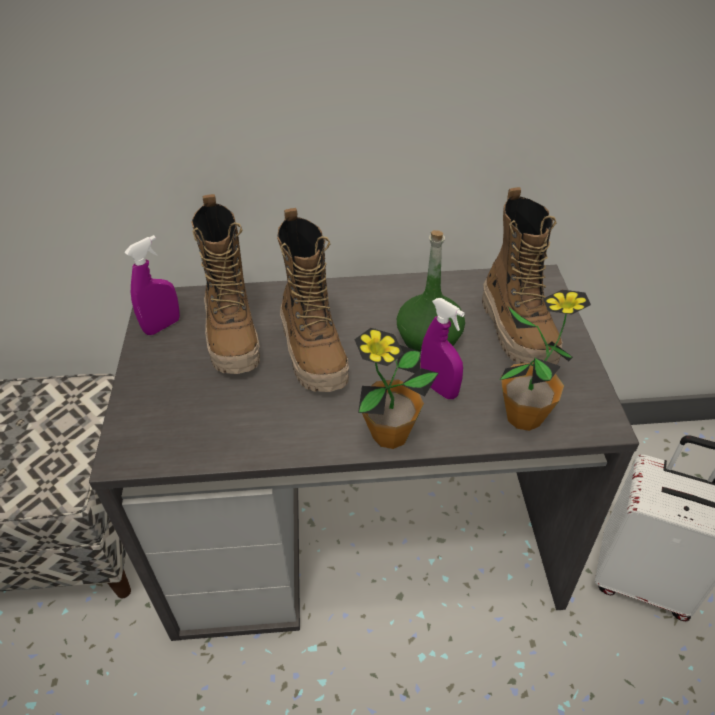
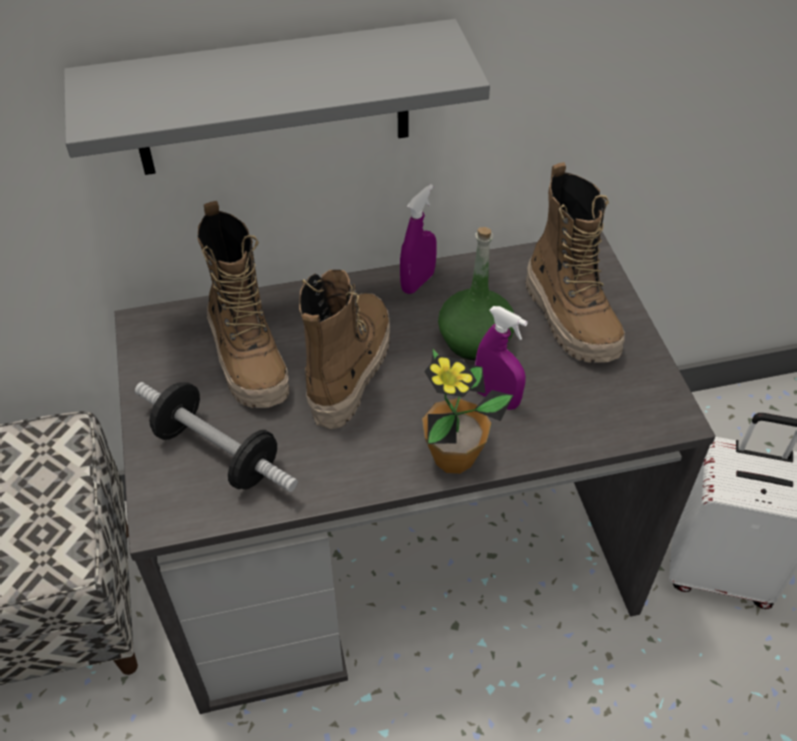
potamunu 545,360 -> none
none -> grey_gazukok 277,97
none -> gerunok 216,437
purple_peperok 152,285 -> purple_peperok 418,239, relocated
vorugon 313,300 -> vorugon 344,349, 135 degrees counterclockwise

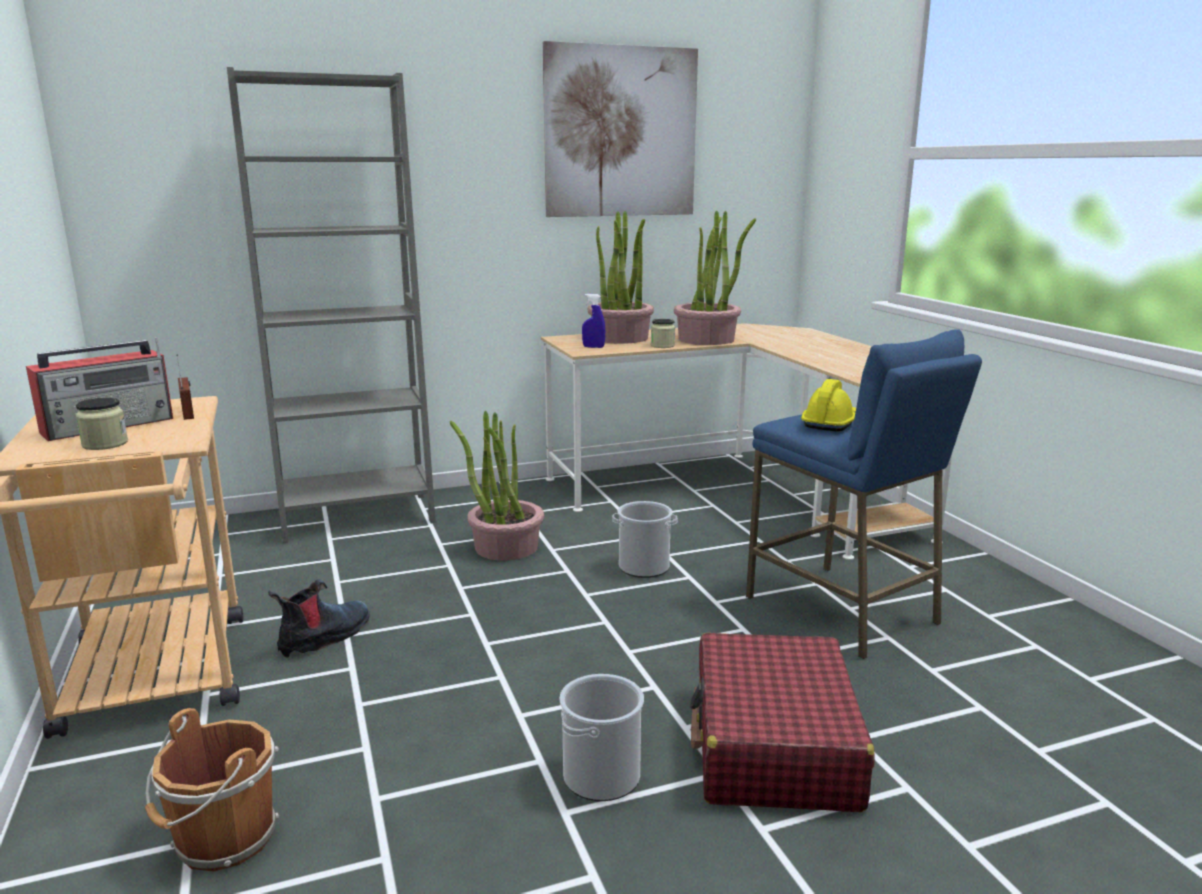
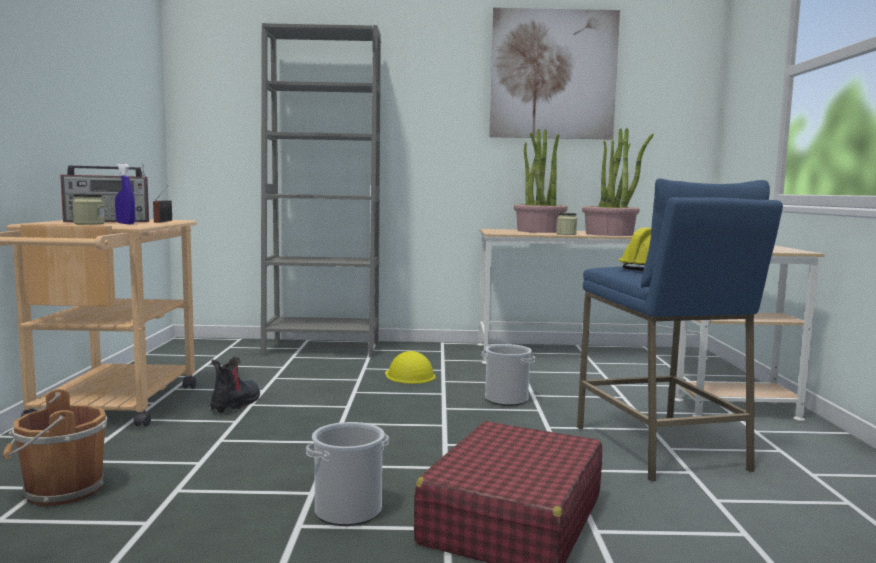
blue_peperok 593,321 -> blue_peperok 125,194, relocated
potamunu 497,485 -> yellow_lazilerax 410,367
vorugon 319,618 -> vorugon 235,385, 45 degrees counterclockwise

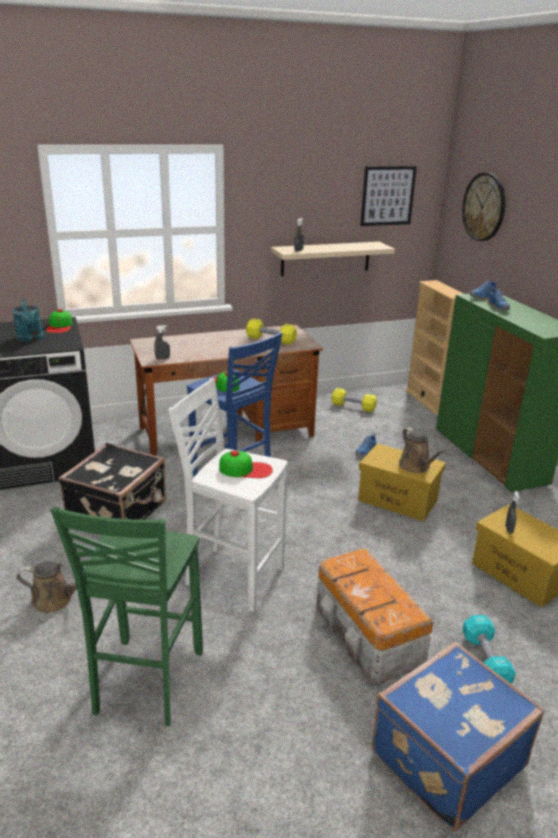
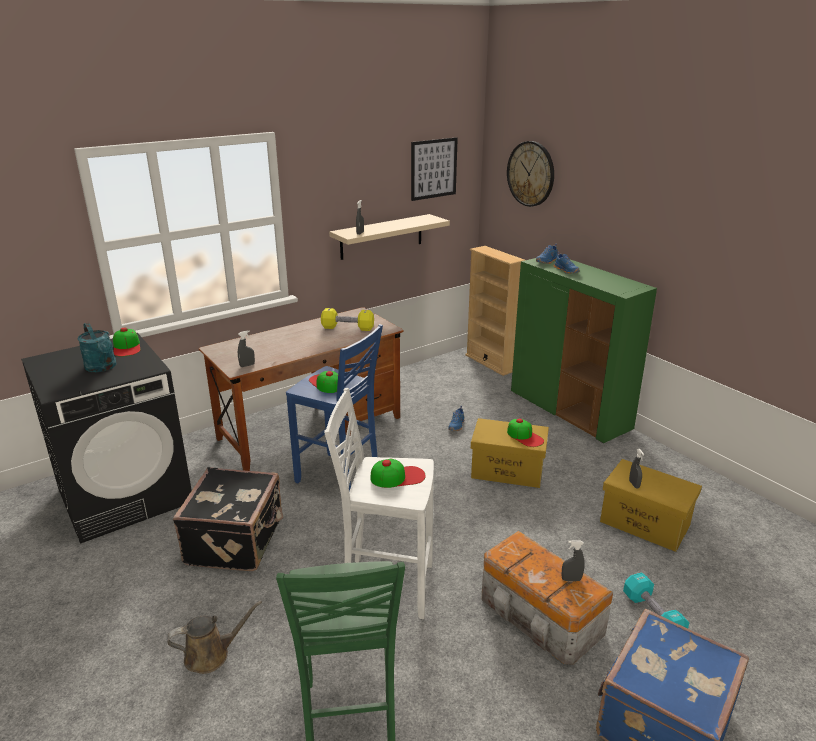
yellow_gerunok 354,400 -> none
none -> grey_peperok 573,560
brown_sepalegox 422,450 -> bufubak 525,432

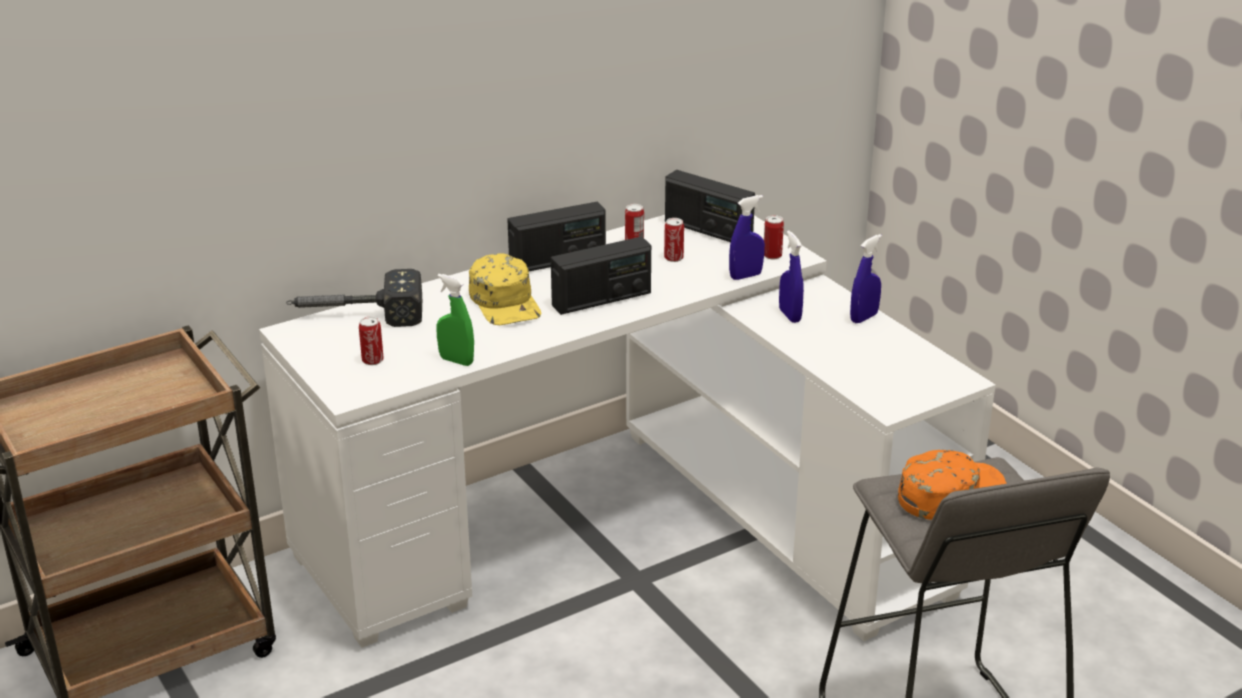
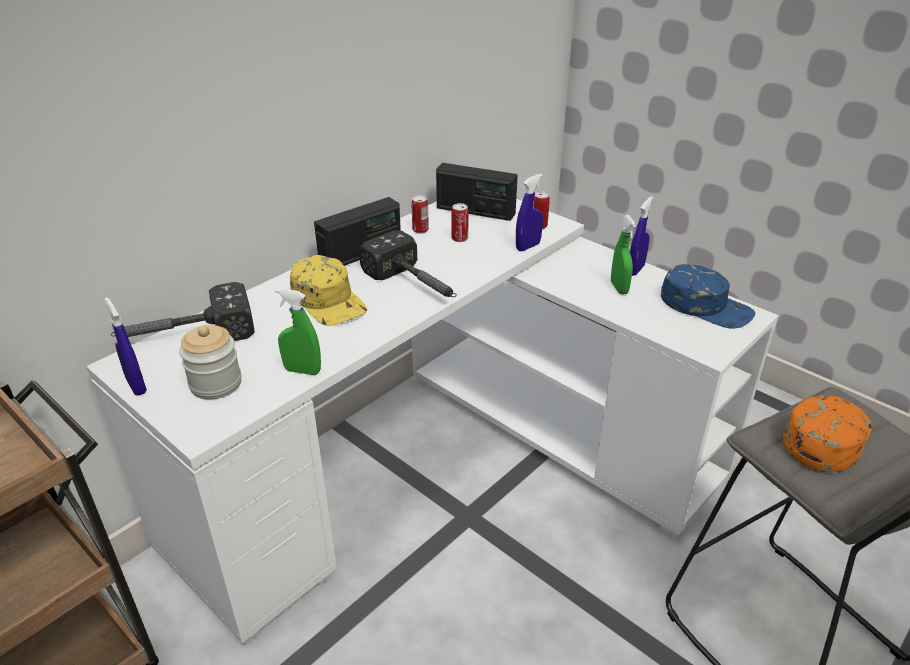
none -> green_peperok 623,255
none -> blue_bufubak 708,296
blue_peperok 791,277 -> blue_peperok 126,346, relocated
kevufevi 371,340 -> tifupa 210,362
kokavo 601,276 -> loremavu 408,263

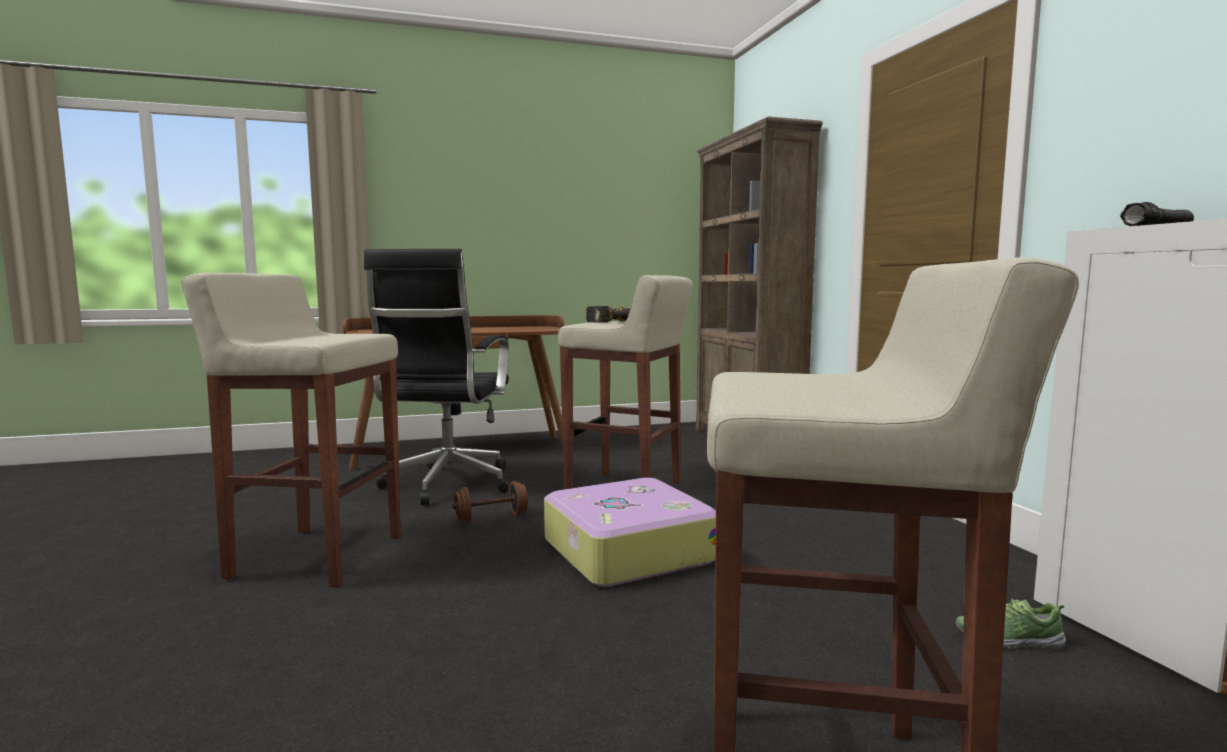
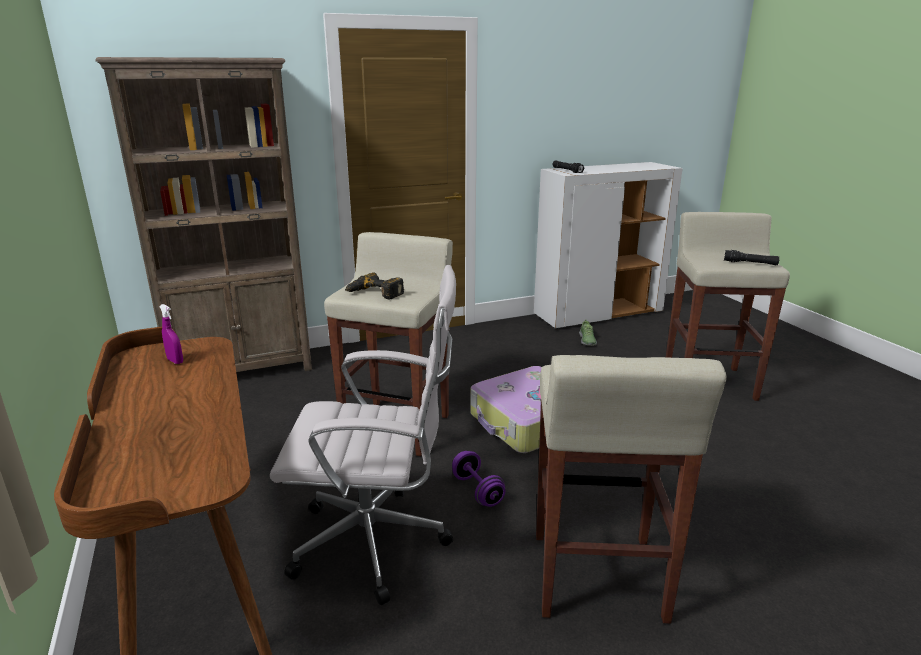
none -> purple_peperok 171,334
none -> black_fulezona 751,257
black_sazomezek 437,377 -> white_sazomezek 363,435
brown_gerunok 490,502 -> purple_gerunok 479,479

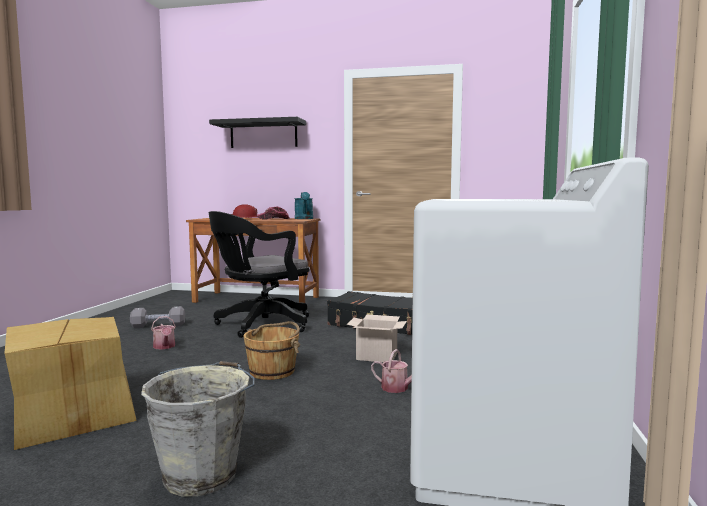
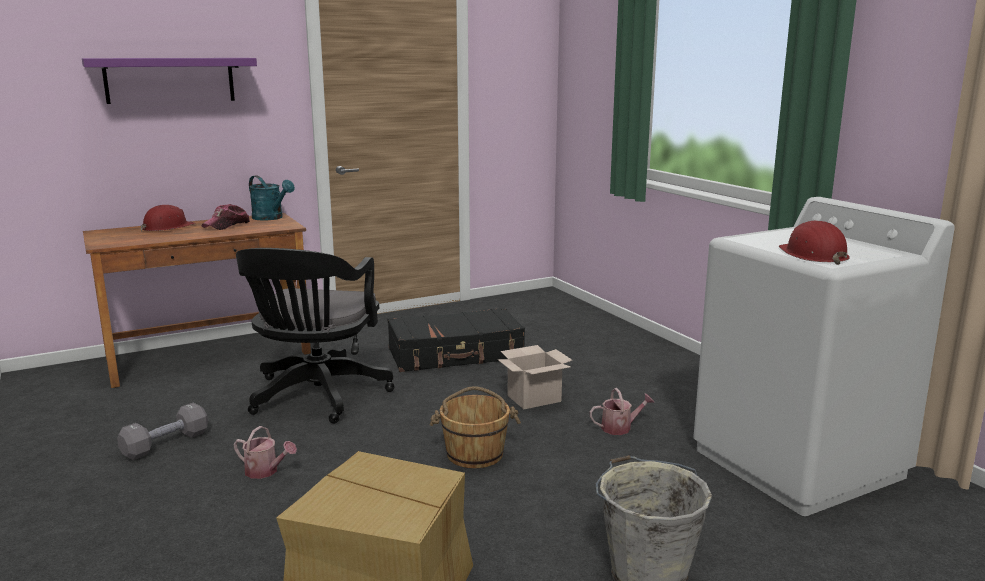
none -> red_lazilerax 814,243
black_gazukok 257,132 -> purple_gazukok 169,81

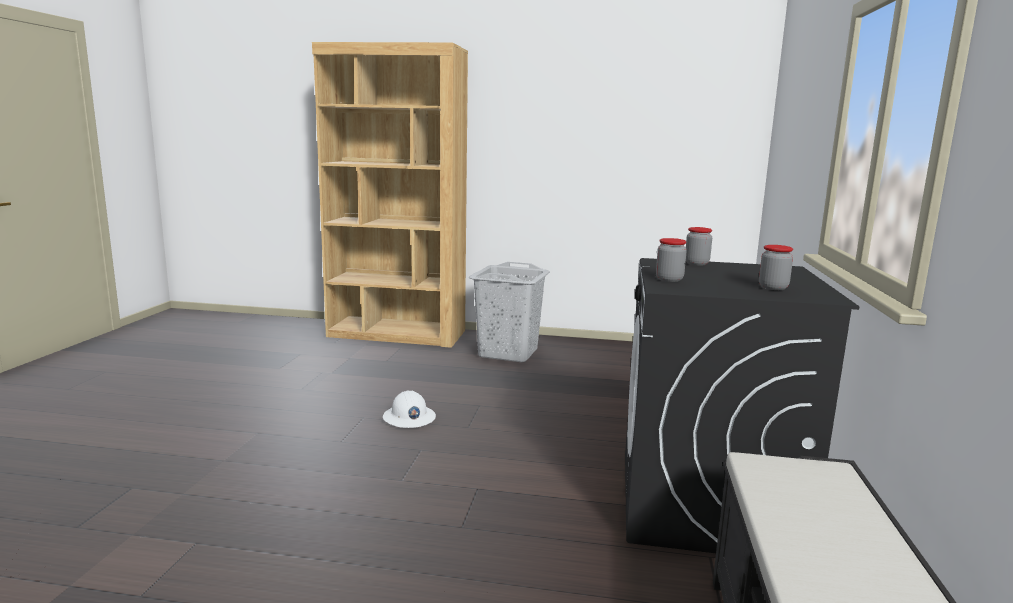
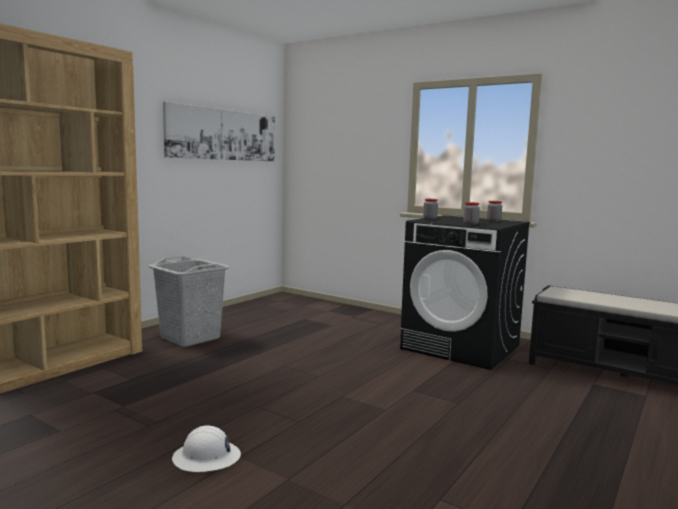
none -> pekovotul 219,131
white_lazilerax 409,409 -> white_lazilerax 206,449, relocated

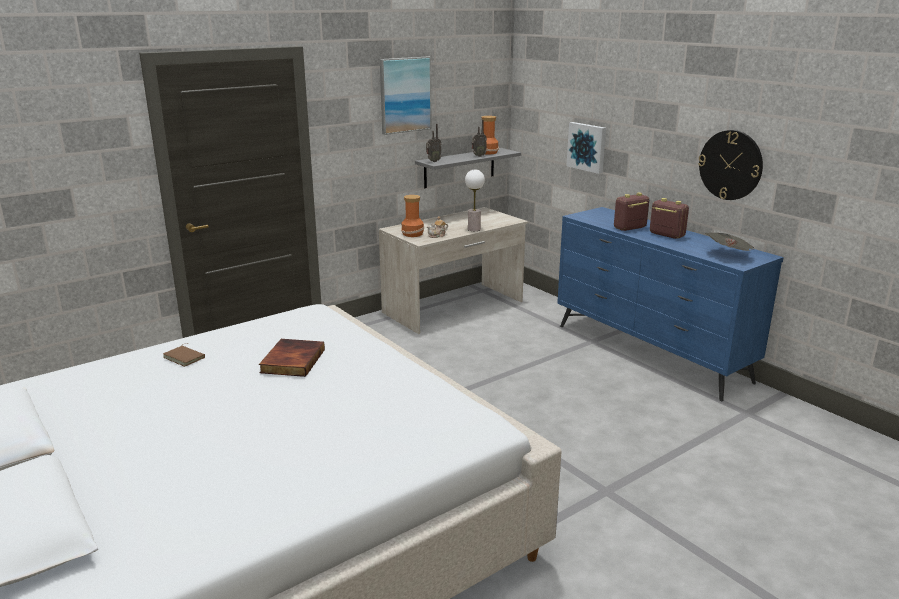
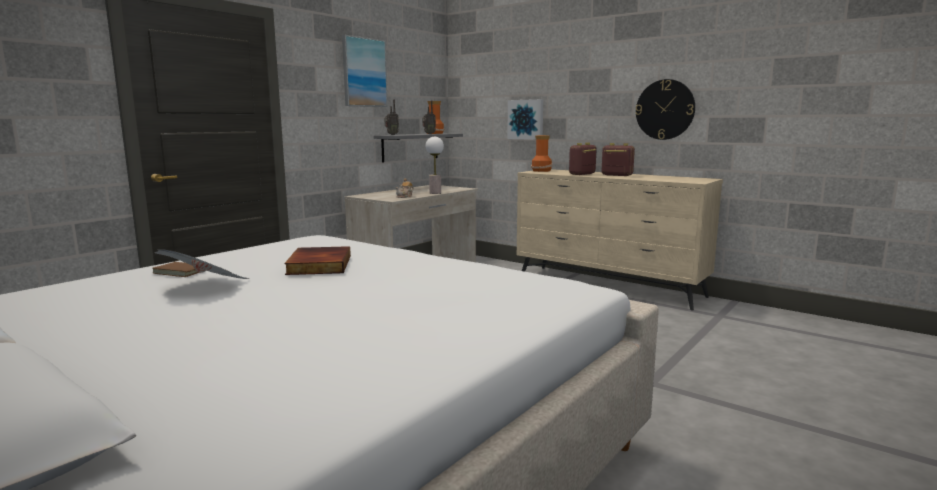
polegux 412,216 -> polegux 541,153, relocated
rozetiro 729,242 -> rozetiro 201,264, relocated
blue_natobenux 670,304 -> beige_natobenux 620,240

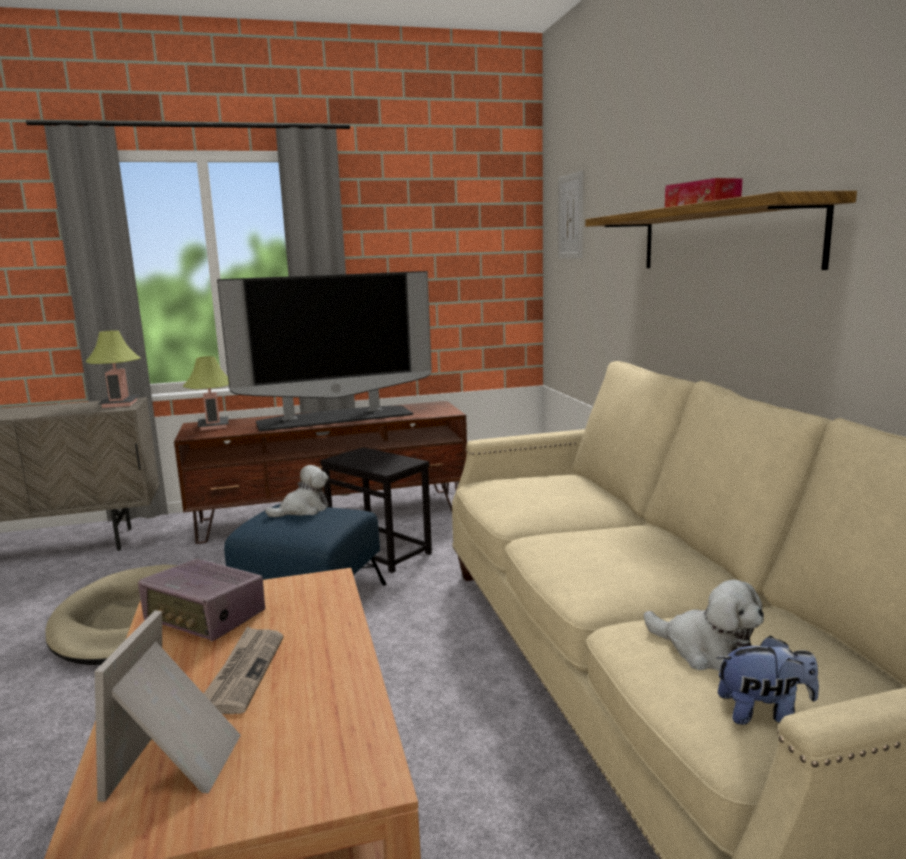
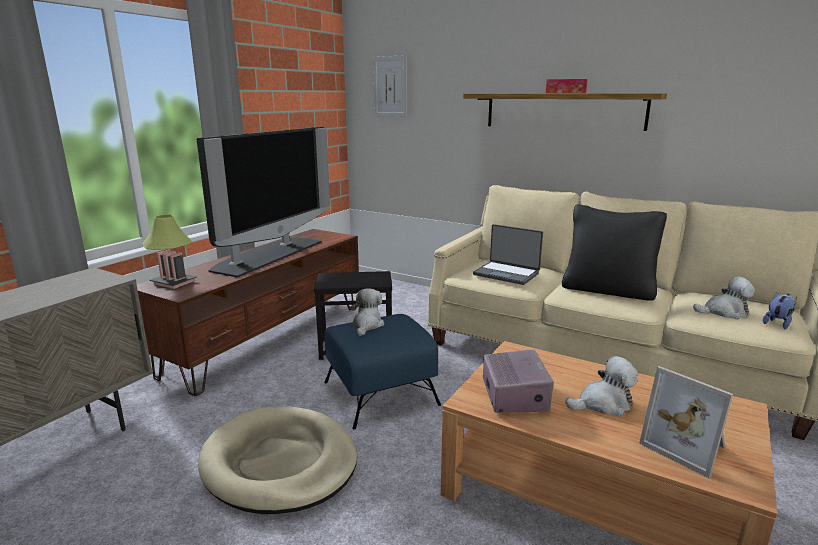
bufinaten 113,369 -> none
none -> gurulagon 508,254
none -> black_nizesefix 614,252
rozetiro 244,670 -> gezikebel 601,386
kokavo 201,600 -> kokavo 518,381, 75 degrees counterclockwise

